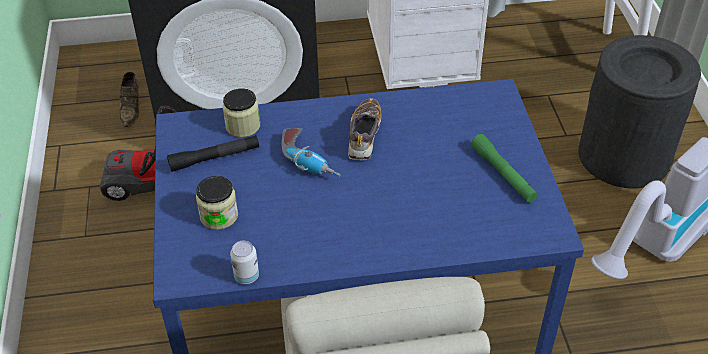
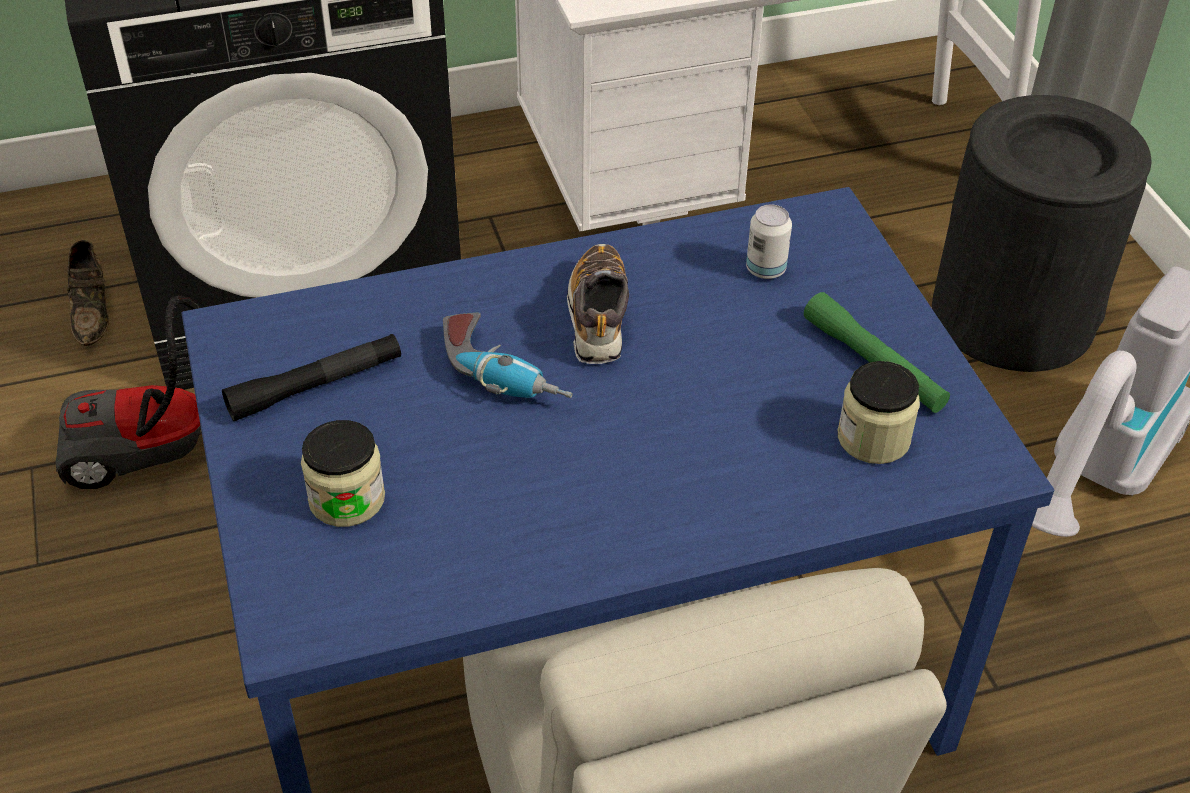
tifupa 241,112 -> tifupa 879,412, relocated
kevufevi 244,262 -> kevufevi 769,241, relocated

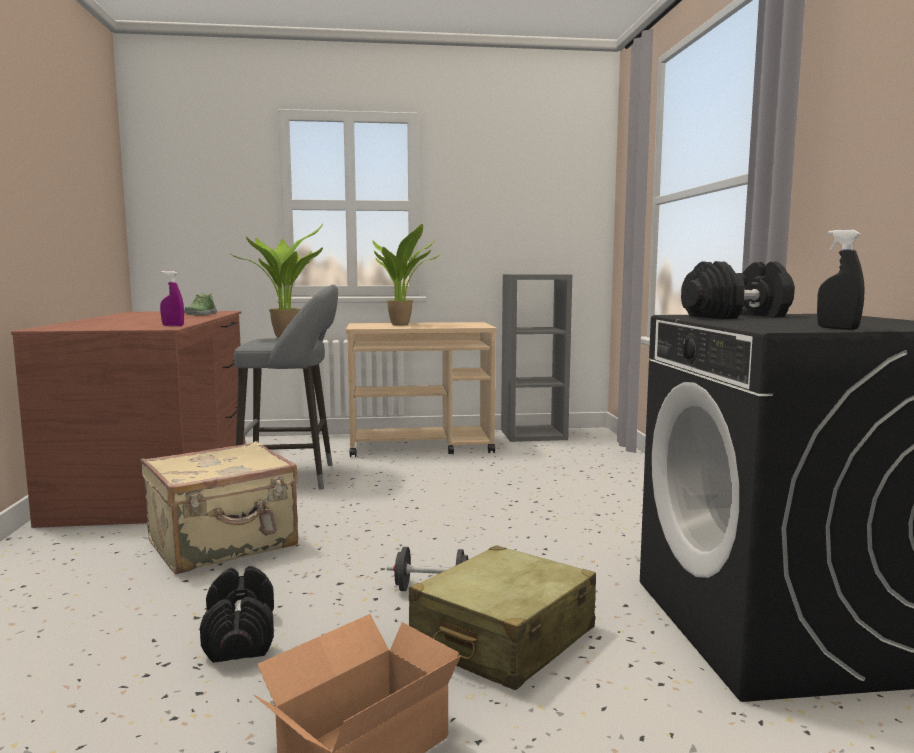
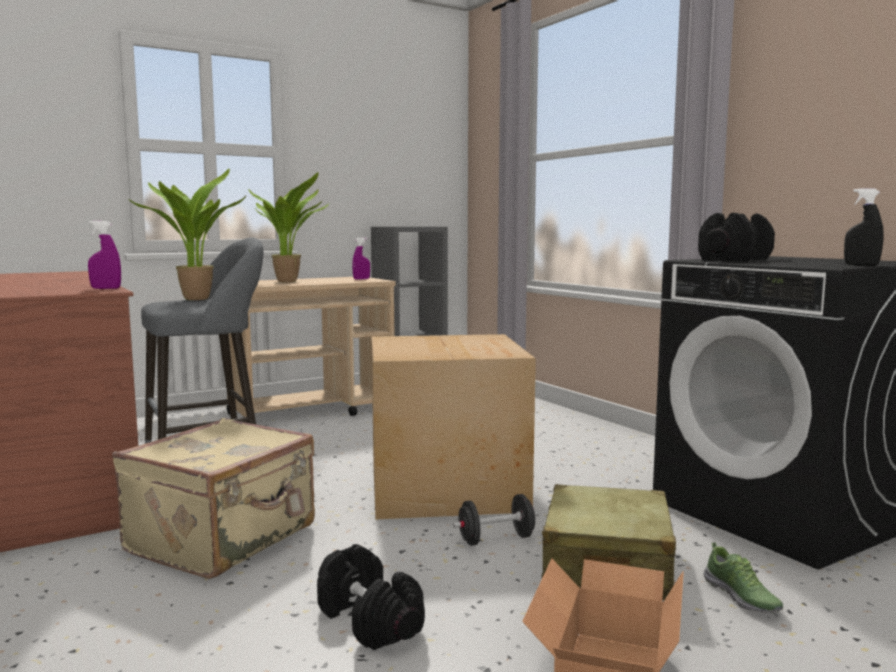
none -> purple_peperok 361,259
none -> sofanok 453,426
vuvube 200,304 -> vuvube 743,577, relocated

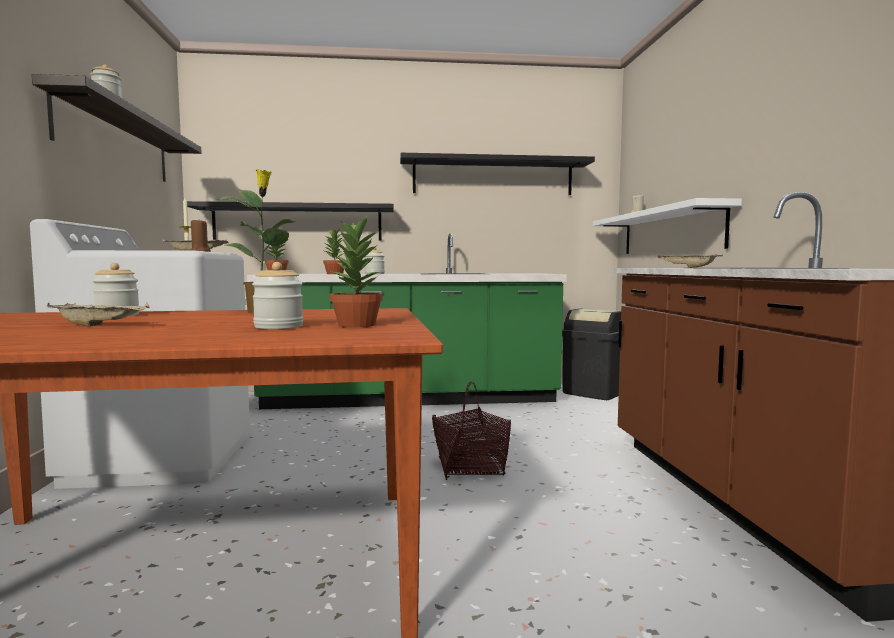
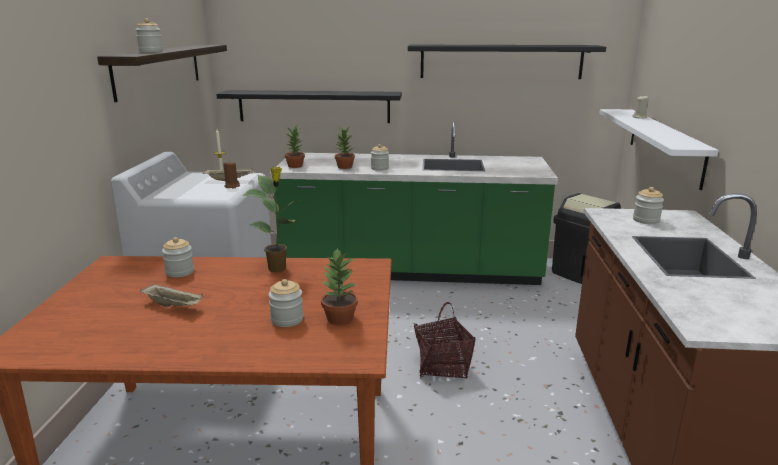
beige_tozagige 689,261 -> tifupa 648,205

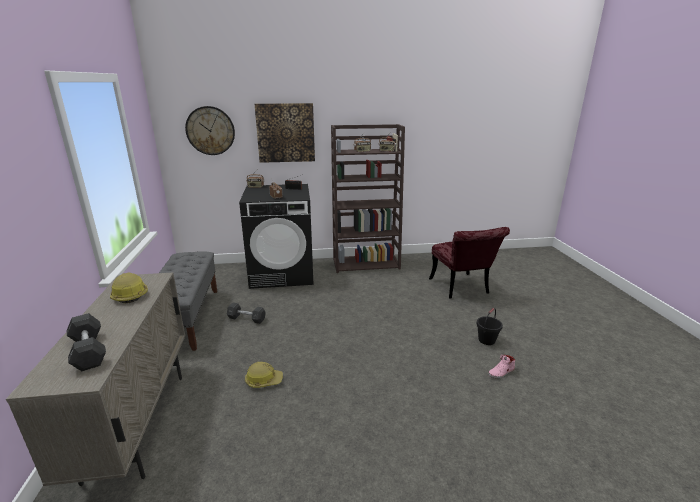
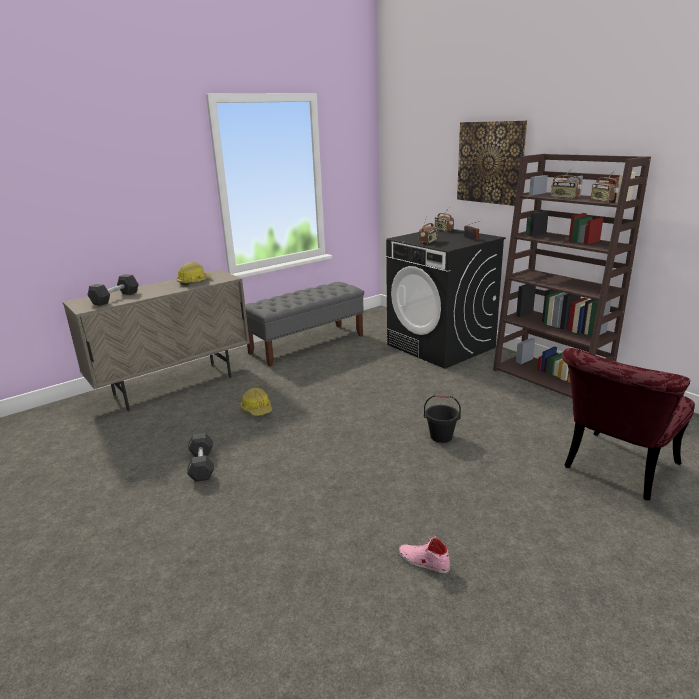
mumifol 210,130 -> none
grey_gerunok 246,313 -> grey_gerunok 200,457, relocated
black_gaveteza 490,326 -> black_gaveteza 442,419, relocated

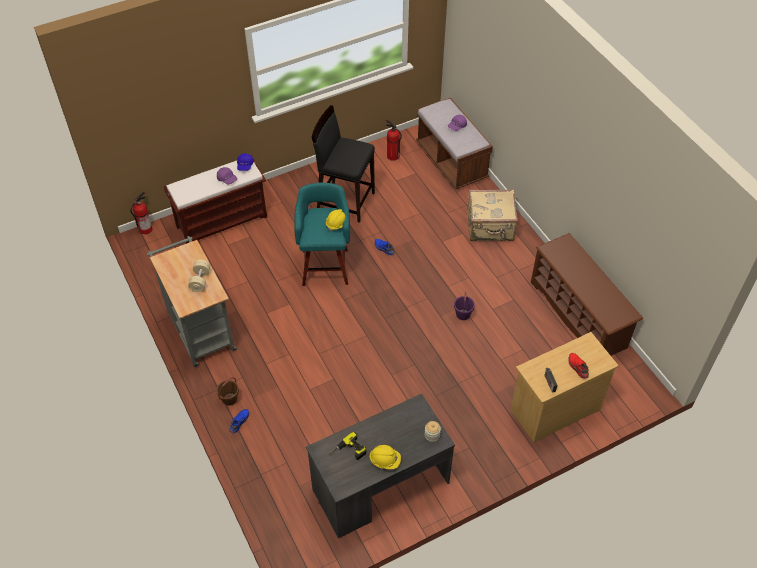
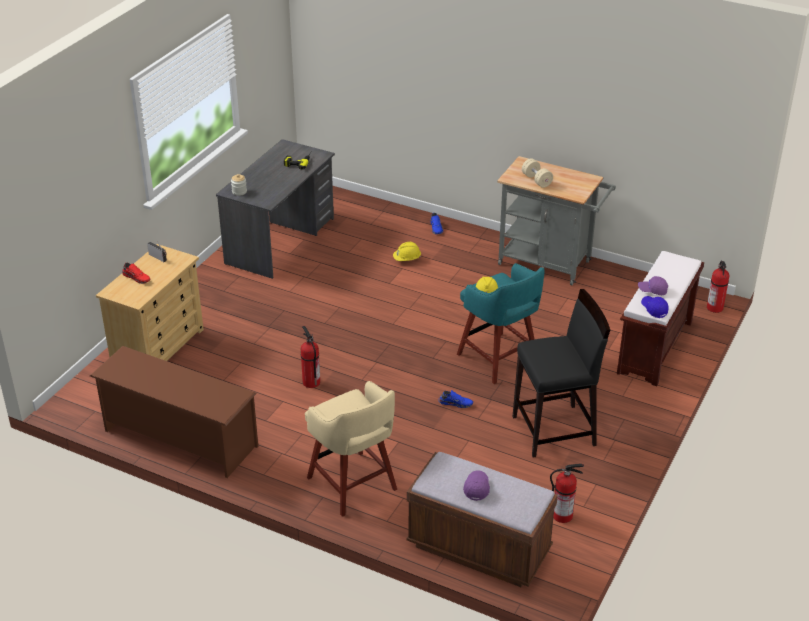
brown_gaveteza 227,391 -> none
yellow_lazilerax 385,457 -> yellow_lazilerax 407,251, relocated
purple_gaveteza 464,306 -> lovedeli 310,357
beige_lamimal 492,215 -> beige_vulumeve 351,449

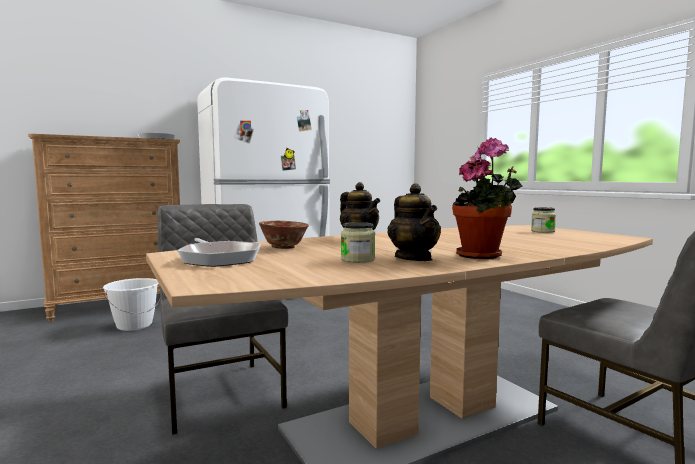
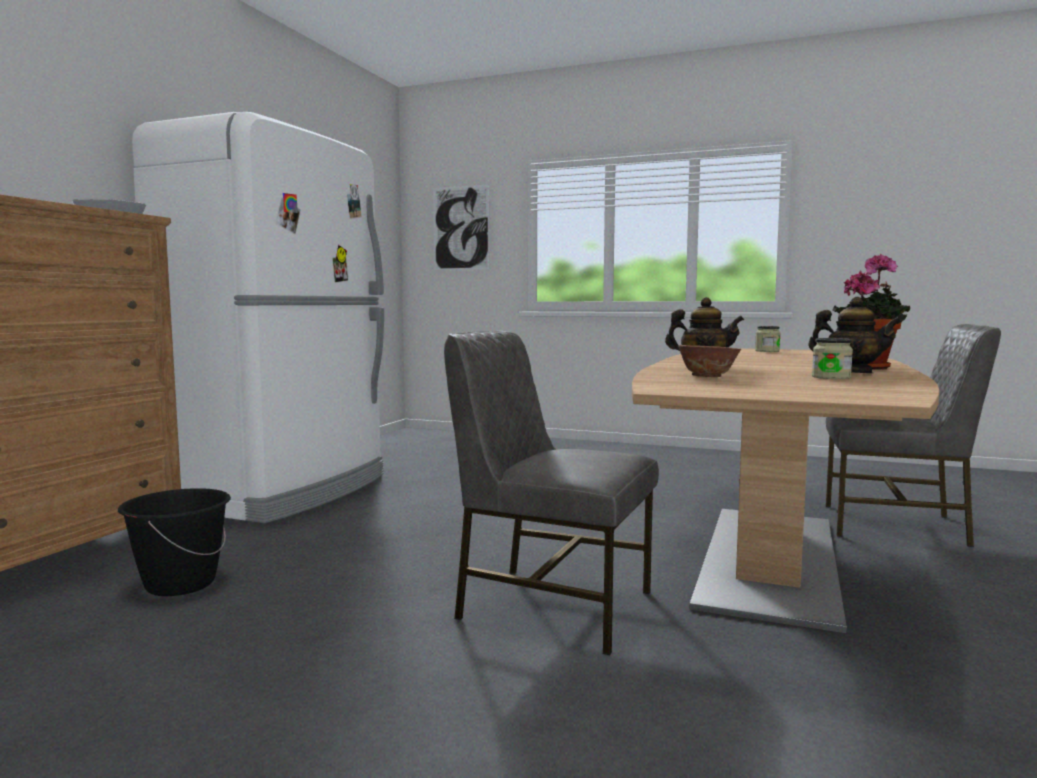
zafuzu 219,252 -> none
none -> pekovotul 461,227
white_gaveteza 131,304 -> black_gaveteza 174,542

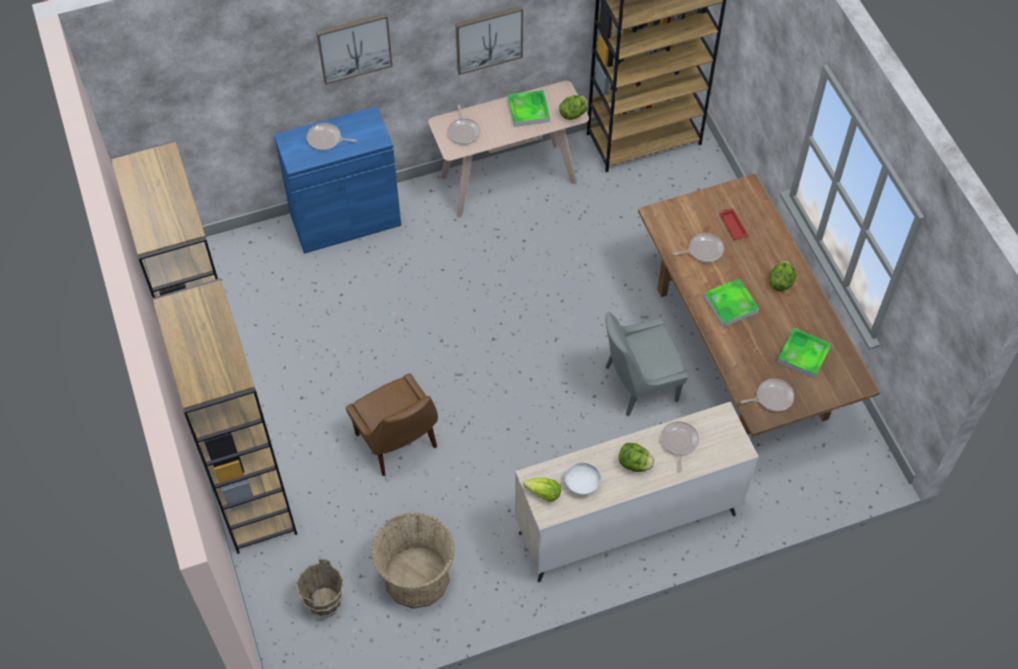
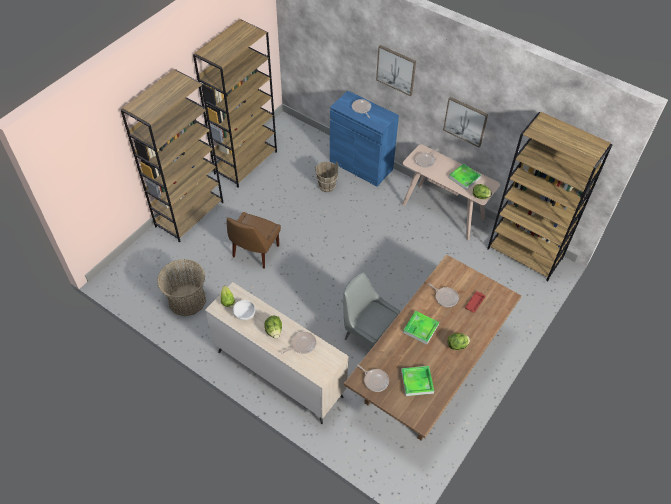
brown_gaveteza 320,588 -> brown_gaveteza 327,177, relocated

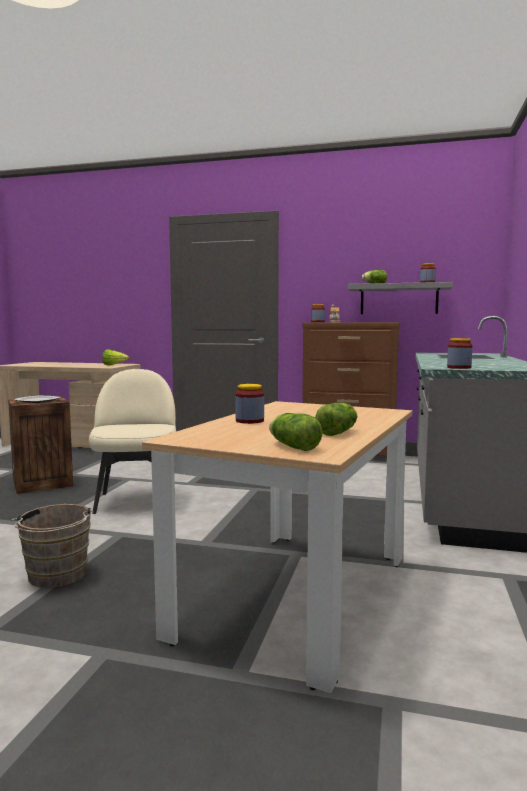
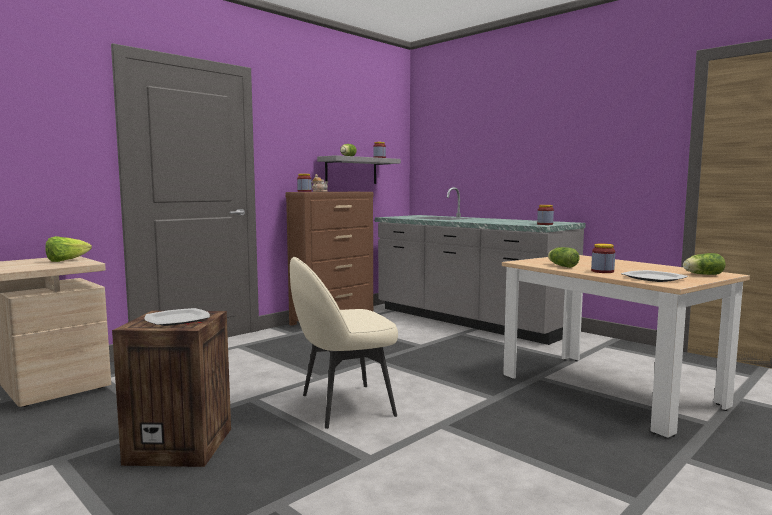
brown_gaveteza 52,546 -> none
none -> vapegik 654,276
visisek 336,419 -> visisek 563,257, relocated
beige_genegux 132,441 -> beige_genegux 344,343, 45 degrees counterclockwise

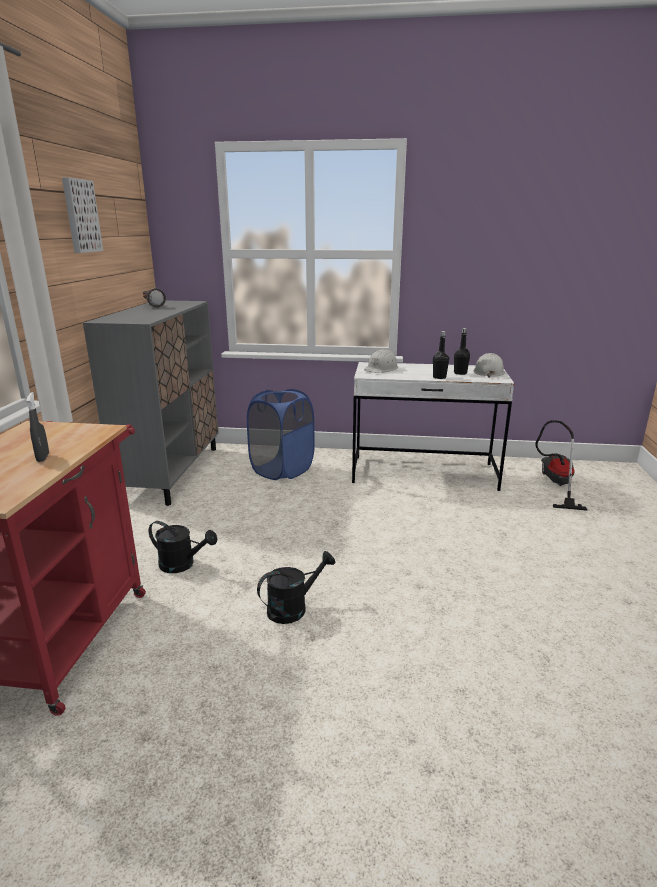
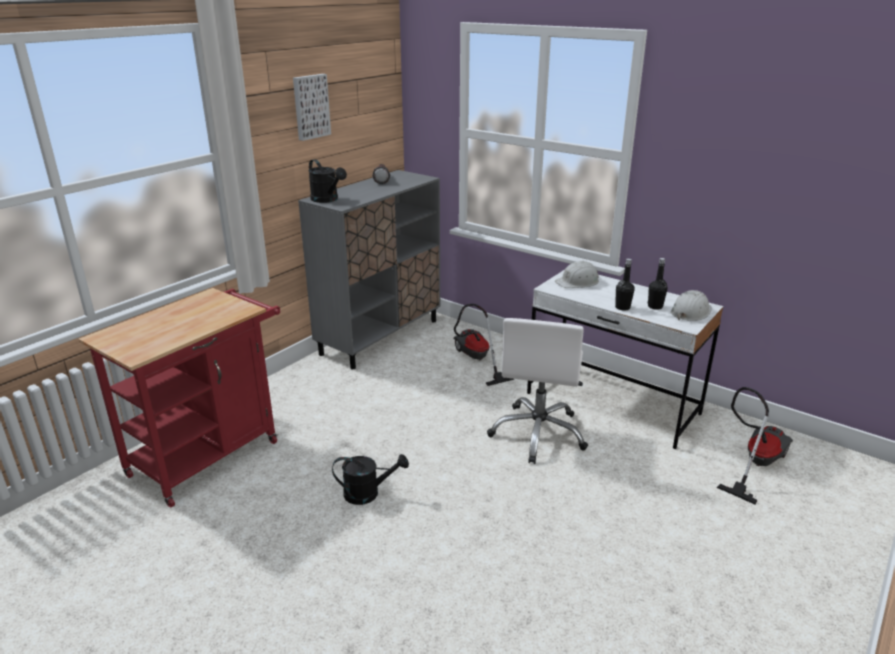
grey_peperok 37,427 -> none
none -> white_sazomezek 537,391
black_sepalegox 183,547 -> black_sepalegox 327,181, relocated
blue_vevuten 281,434 -> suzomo 484,345

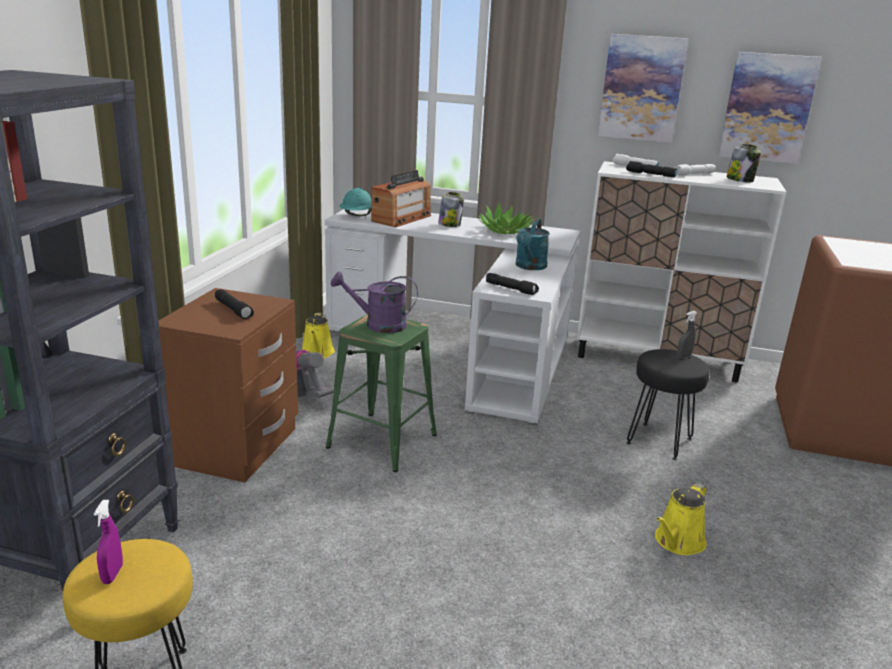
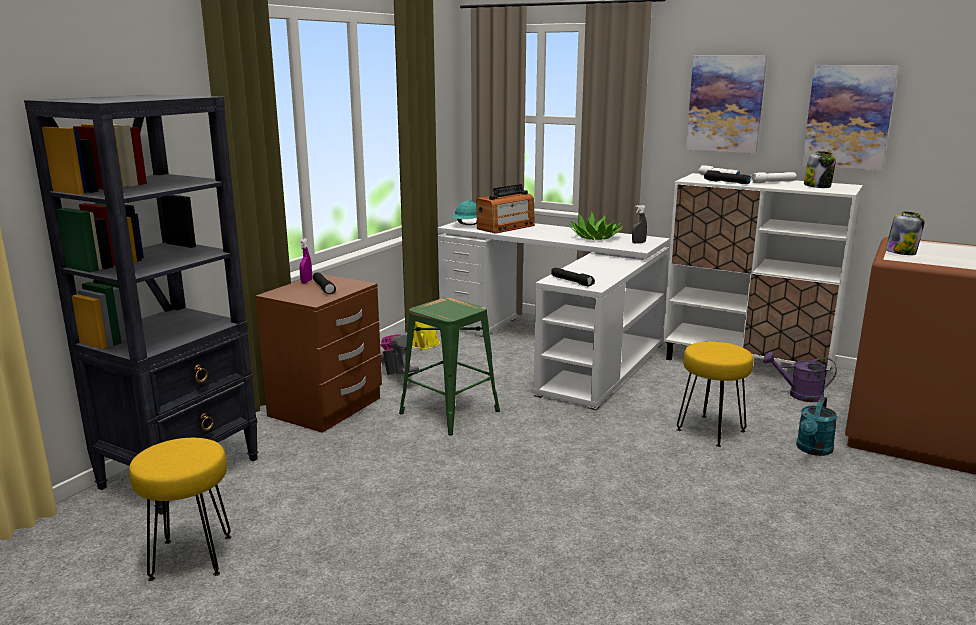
yellow_sepalegox 681,519 -> none
purple_peperok 108,542 -> purple_peperok 305,261, relocated
purple_sepalegox 374,302 -> purple_sepalegox 800,377, relocated
tifupa 451,209 -> tifupa 905,233, relocated
turquoise_sepalegox 533,244 -> turquoise_sepalegox 817,426, relocated
grey_peperok 687,335 -> grey_peperok 639,224, relocated
black_vulumeve 668,404 -> yellow_vulumeve 715,394

